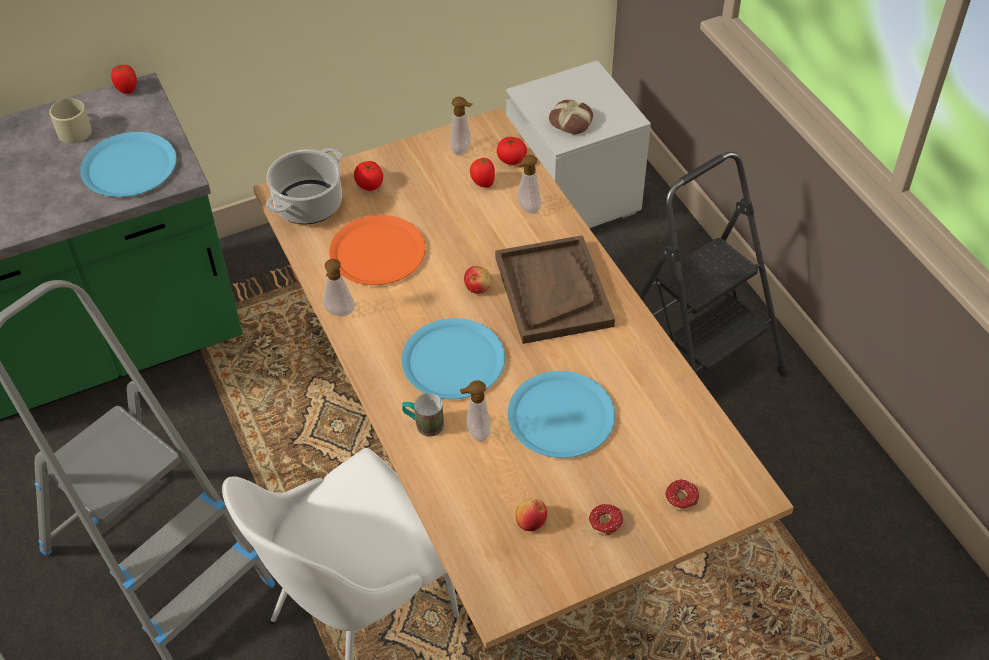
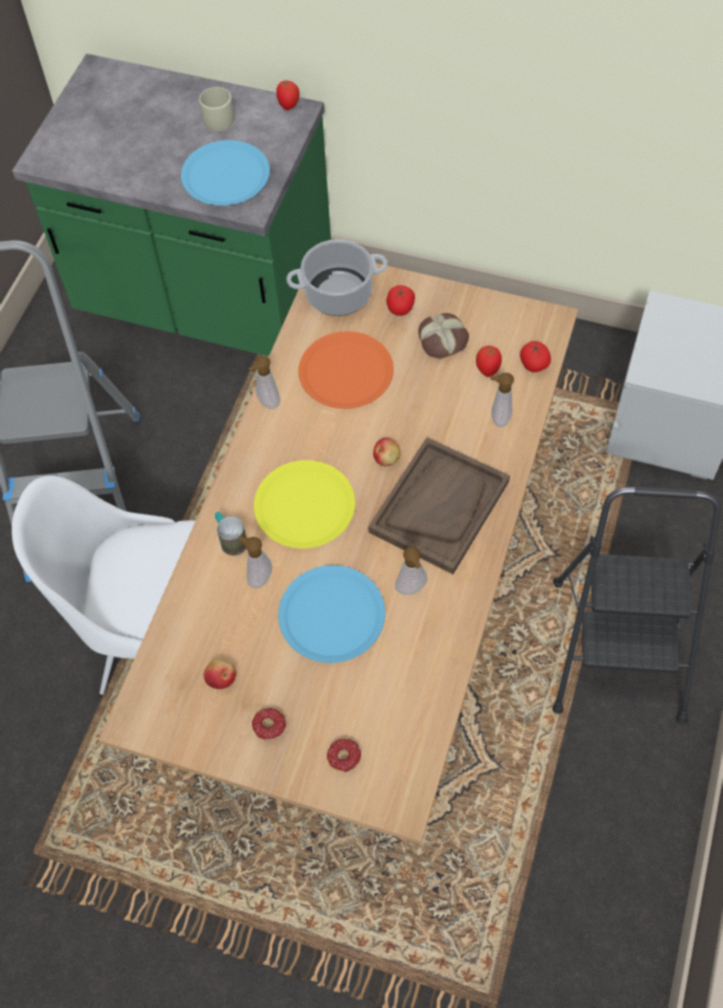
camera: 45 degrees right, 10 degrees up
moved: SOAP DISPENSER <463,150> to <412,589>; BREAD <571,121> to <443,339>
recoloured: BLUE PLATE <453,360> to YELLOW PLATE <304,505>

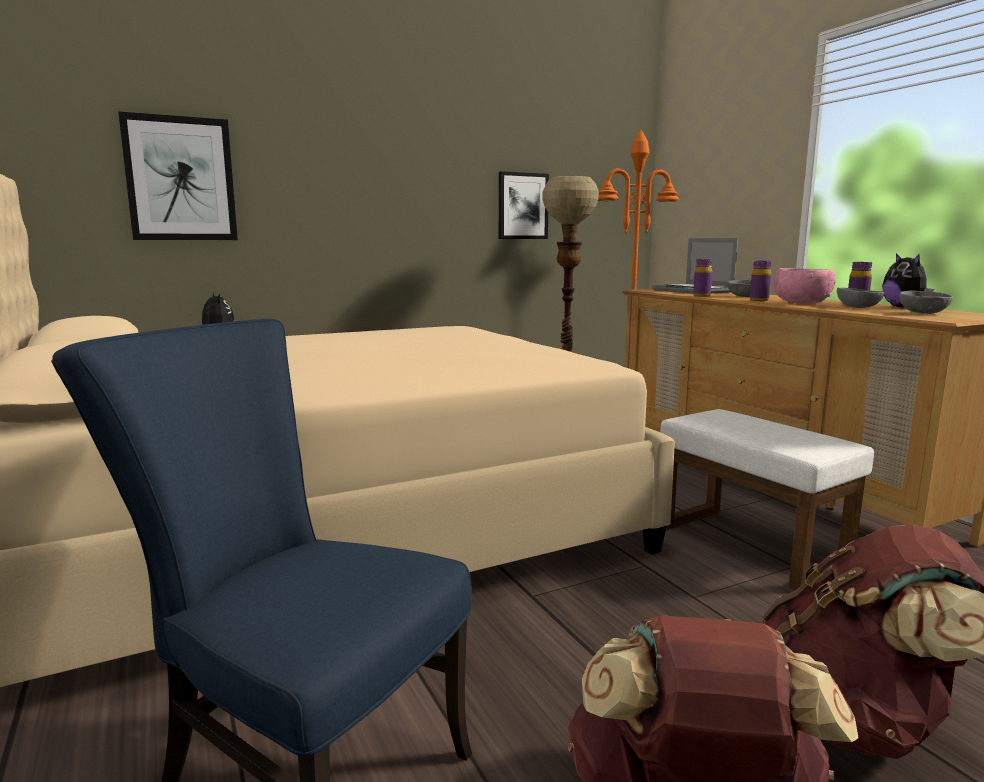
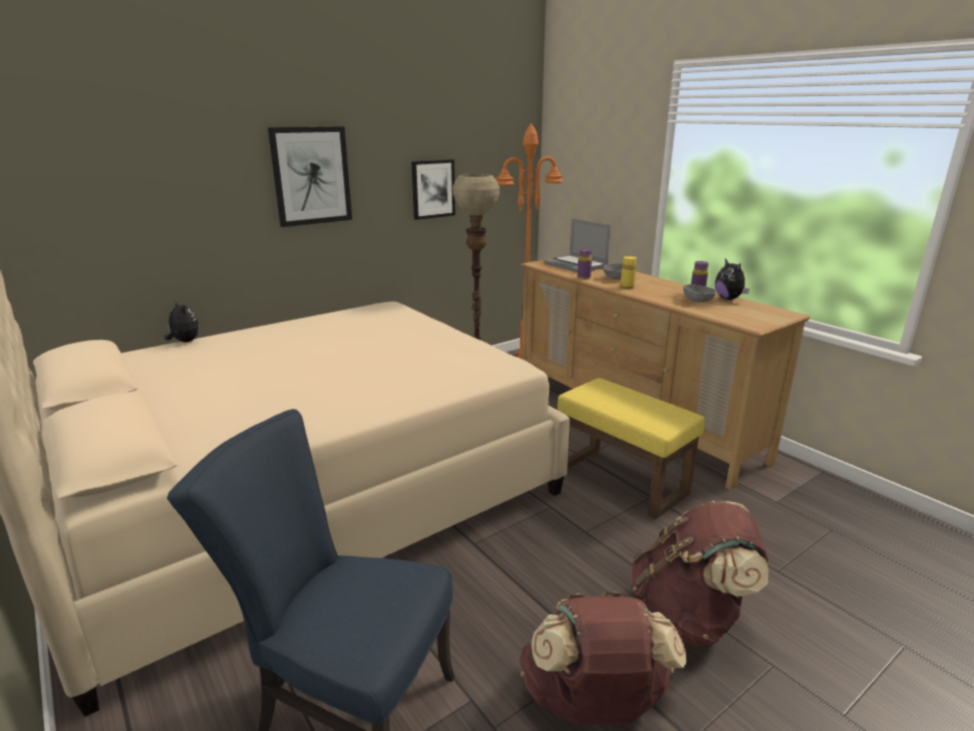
camera: 10 degrees left, 10 degrees up
removed: PINK BOWL <801,303>; GREY BOWL <924,313>
moved: PICTURE <180,179> to <311,176>
recoloured: WHITE OTTOMAN <746,545> to YELLOW OTTOMAN <619,480>; PURPLE BOTTLE <759,300> to YELLOW BOTTLE <627,287>

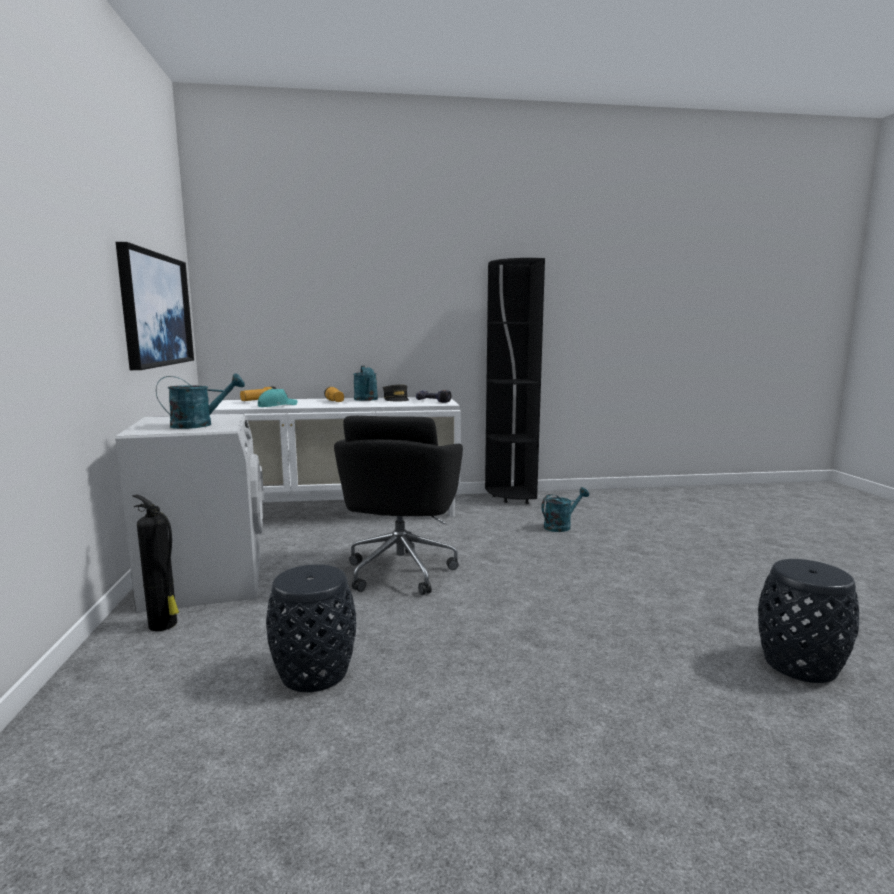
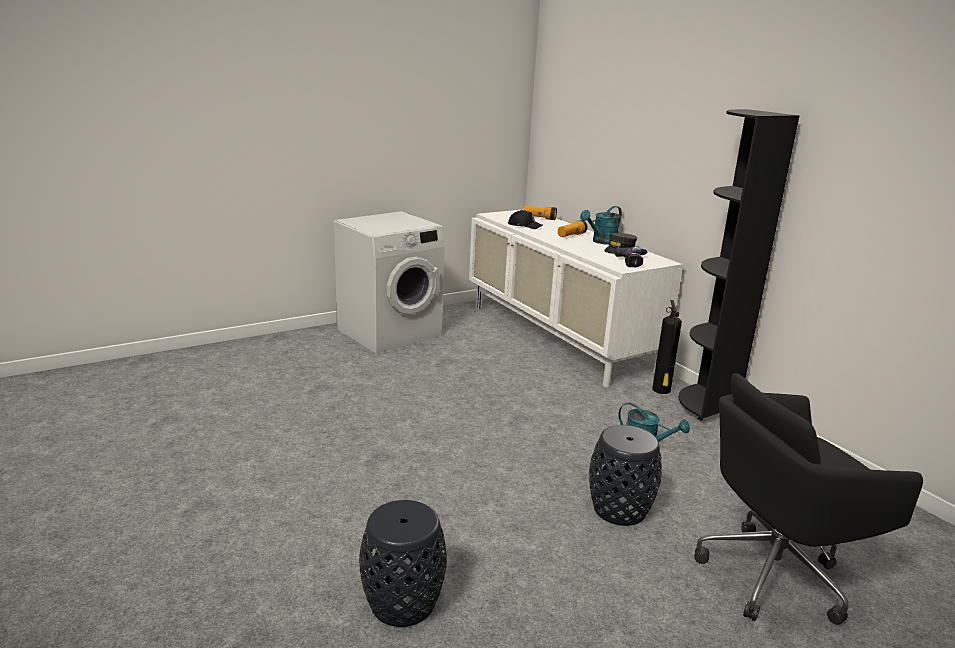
camera: 65 degrees right, 10 degrees up
removed: PICTURE <155,310>; TURQUOISE WATERING CAN <199,425>
moved: FIRE EXTINGUISHER <164,625> to <661,390>; BLACK STOOL <314,673> to <619,510>; BLACK OFFICE CHAIR <401,570> to <777,575>
recoloured: TURQUOISE CAP <277,405> to BLACK CAP <524,225>

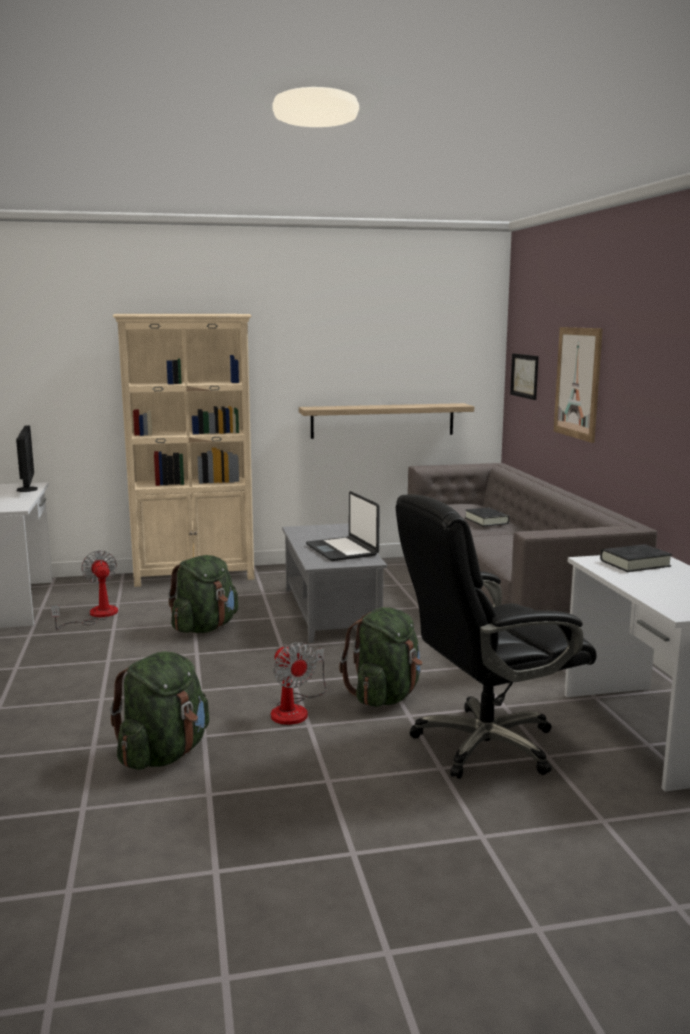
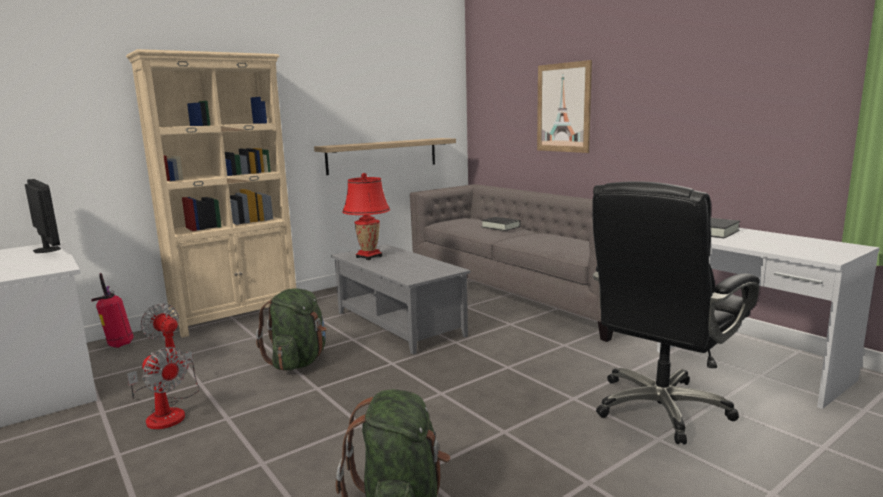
camera: 25 degrees left, 0 degrees up
removed: LAPTOP <342,550>; GREEN BACKPACK <385,696>; PICTURE <524,376>
added: FIRE EXTINGUISHER <119,345>; RED TABLE LAMP <369,257>
moved: FAN <295,709> to <171,412>

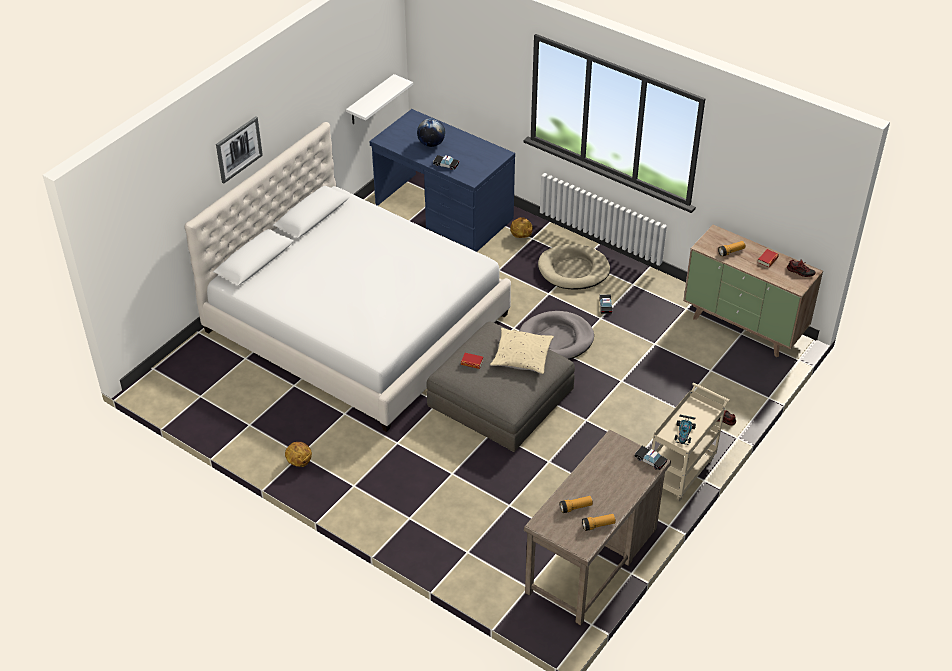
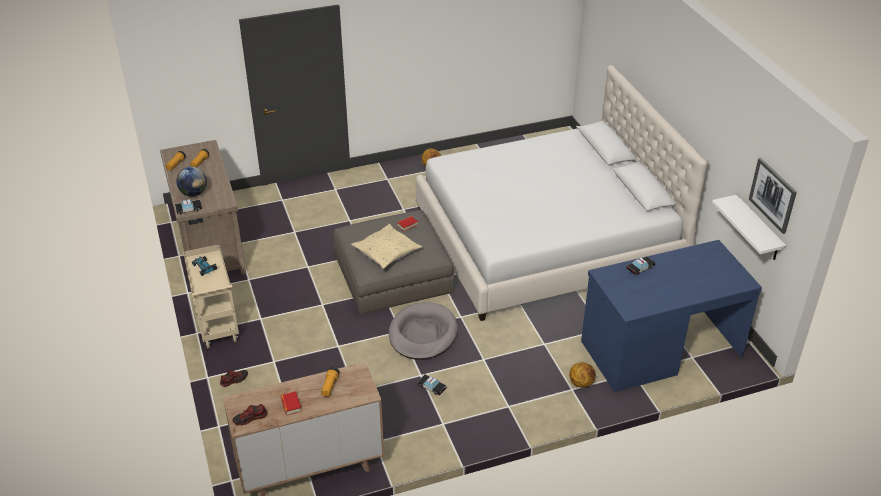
camera: 125 degrees right, 5 degrees down
removed: BEIGE DOG BED <573,270>
moved: PICTURE <238,149> to <773,195>; GLOBE <431,144> to <194,193>

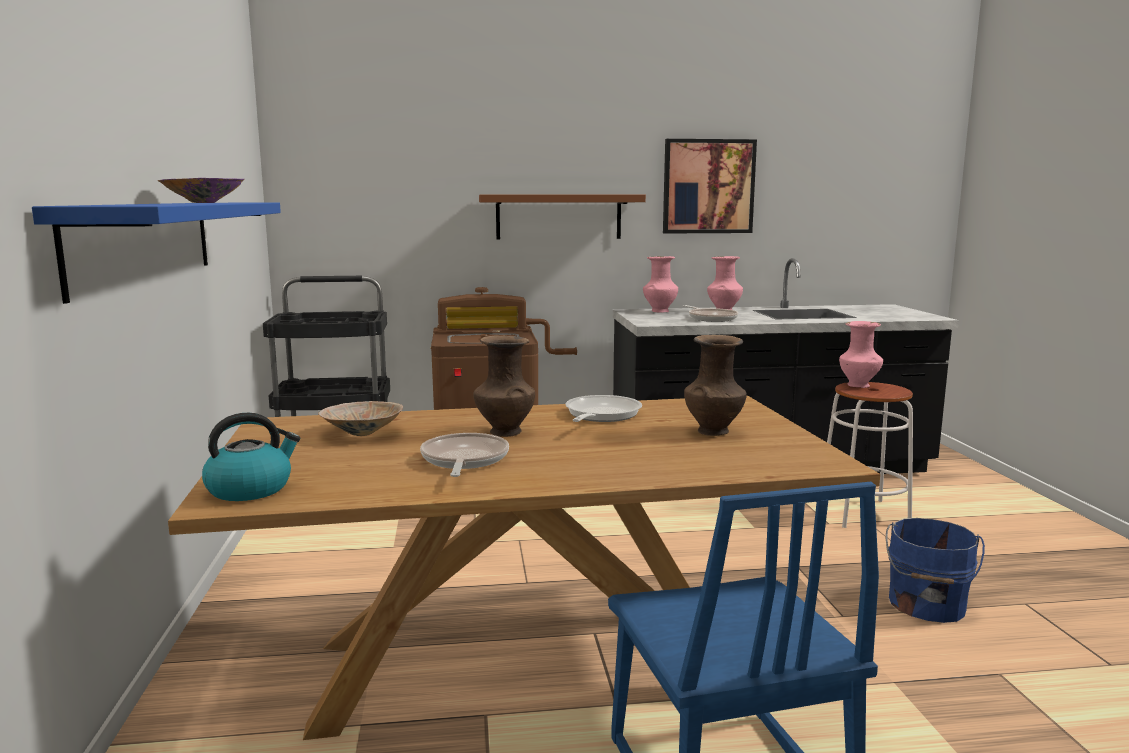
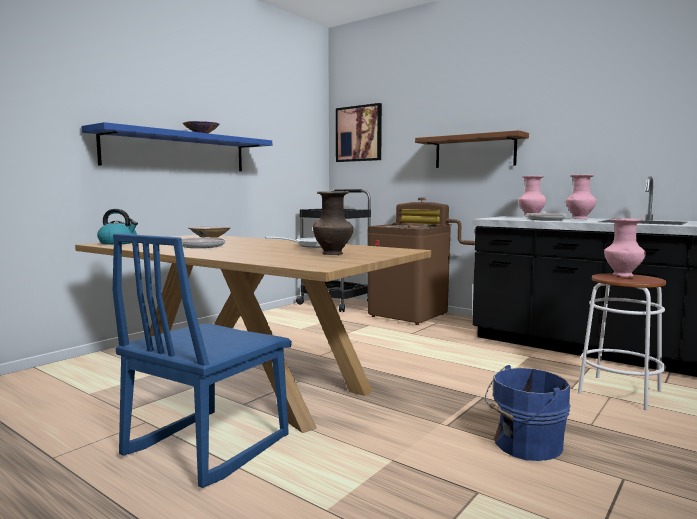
camera: 45 degrees right, 5 degrees down
removed: BROWN VASE <504,432>
moved: PICTURE <708,186> to <359,133>

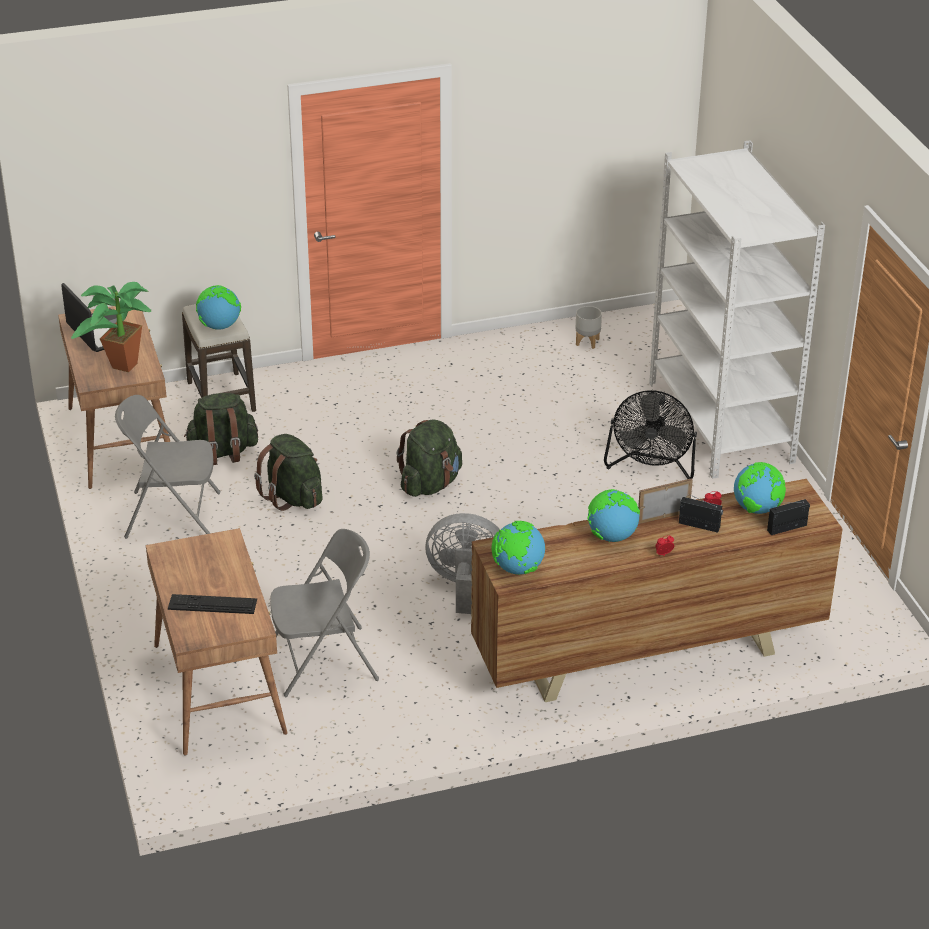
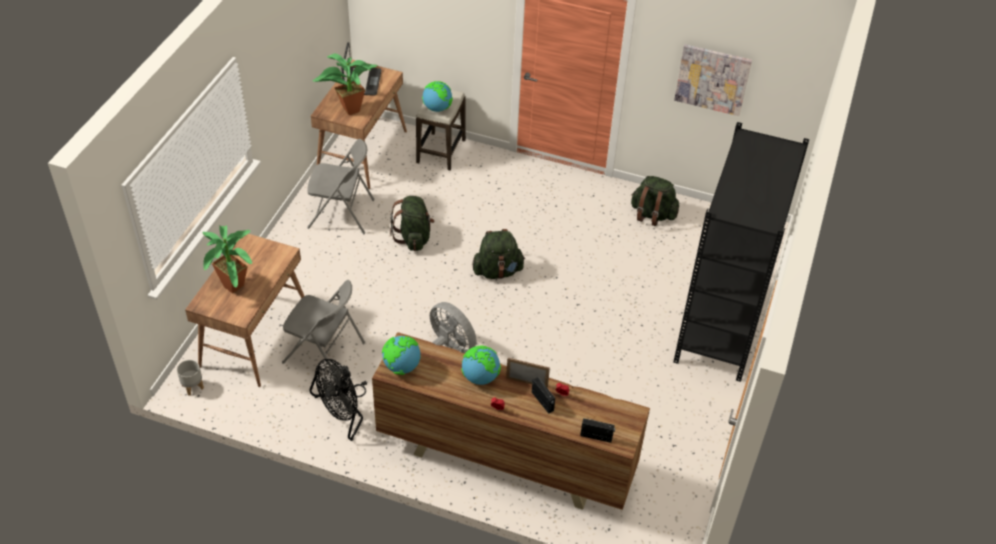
camera: 35 degrees right, 10 degrees up
removed: GLOBE <757,509>
added: PICTURE <712,79>
moved: GREEN BACKPACK <223,452> to <652,215>; GREY PLANTER <587,342> to <192,387>; BLACK FAN <648,464> to <343,410>
replaced: KEYBOARD <212,604> to POTTED PLANT <234,289>
recoloured: WHITE BOOKCASE <720,422> to BLACK BOOKCASE <720,325>
turned: GREY CHAIR <173,514> = <341,214> 150 degrees clockwise

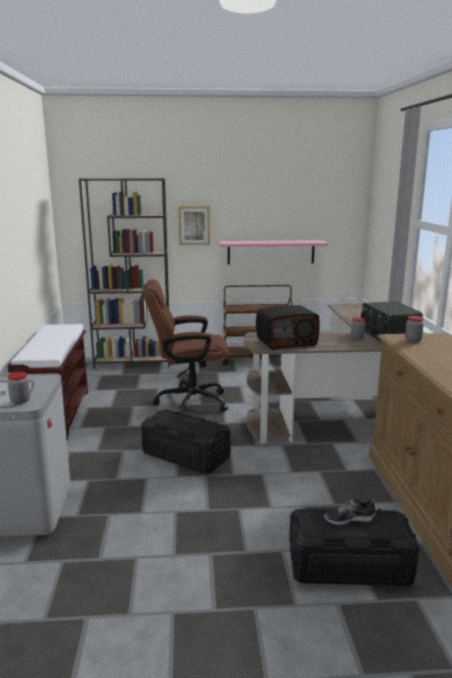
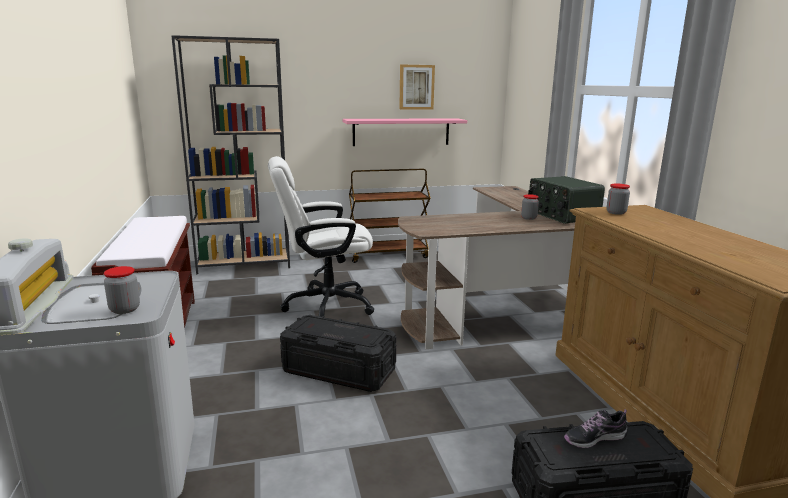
camera: 10 degrees left, 0 degrees up
removed: RADIO <286,342>
moved: PICTURE <194,225> to <416,87>
recoloured: BROWN OFFICE CHAIR <188,403> to WHITE OFFICE CHAIR <323,307>

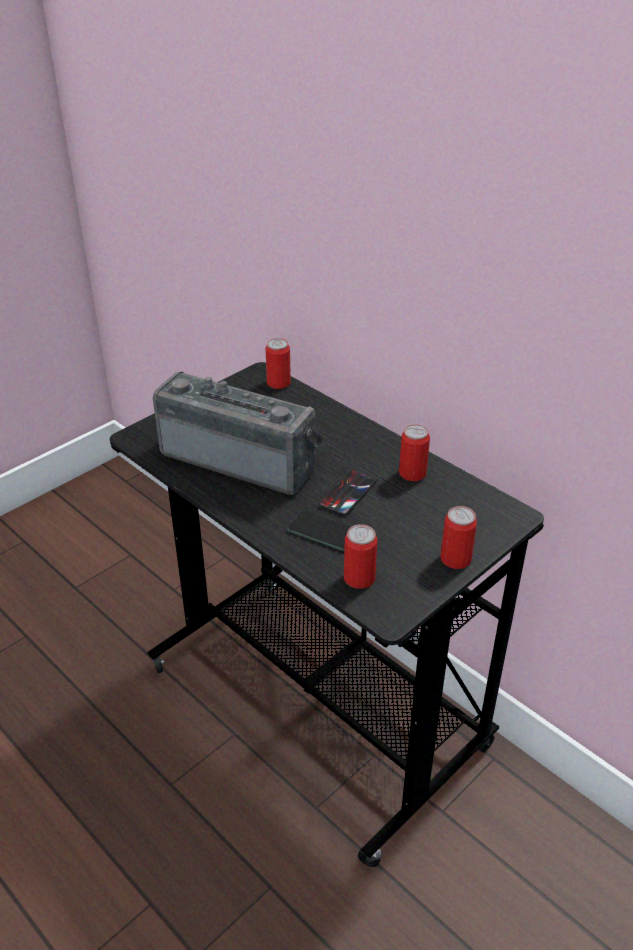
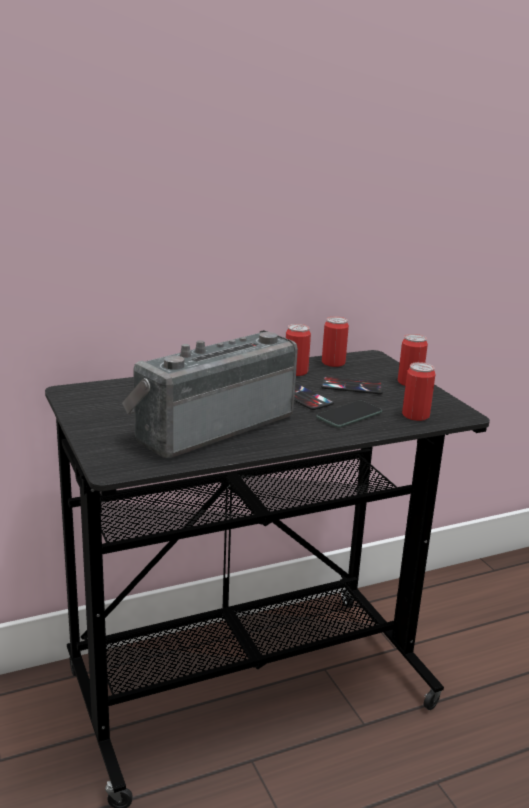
camera: 70 degrees left, 15 degrees down
added: PHONE <352,386>
moved: CAN <278,383> to <333,363>

